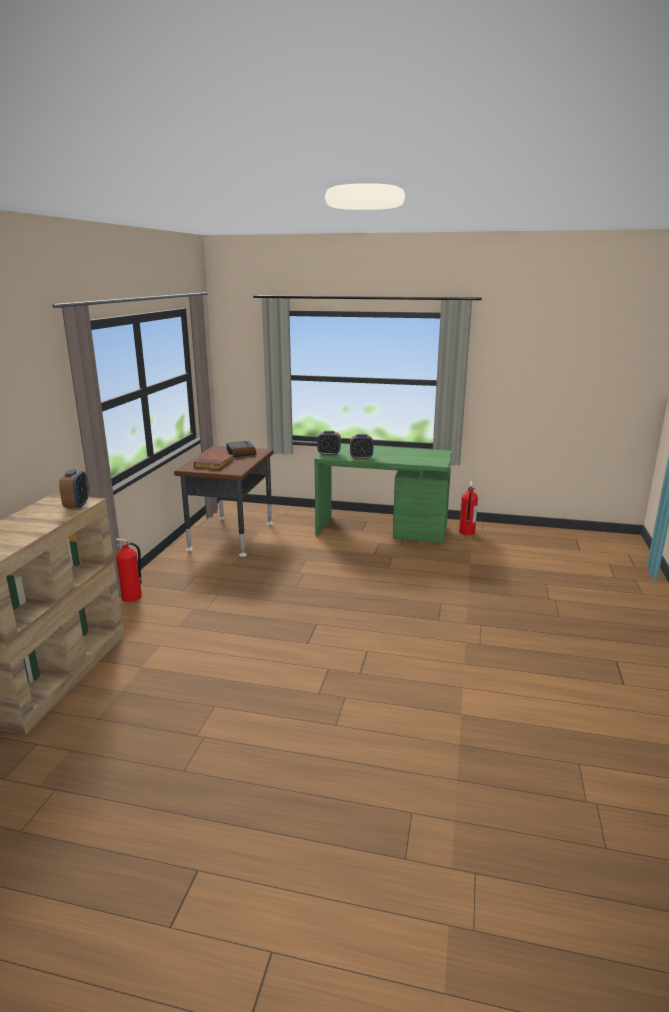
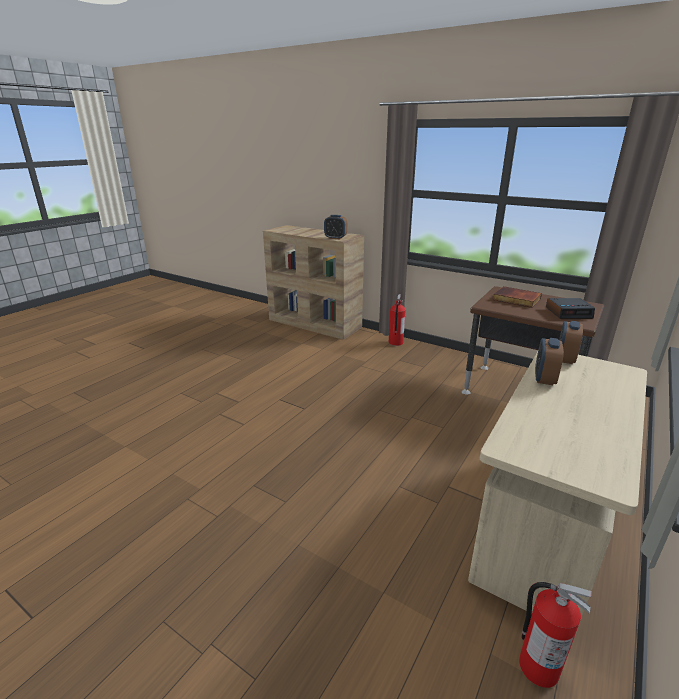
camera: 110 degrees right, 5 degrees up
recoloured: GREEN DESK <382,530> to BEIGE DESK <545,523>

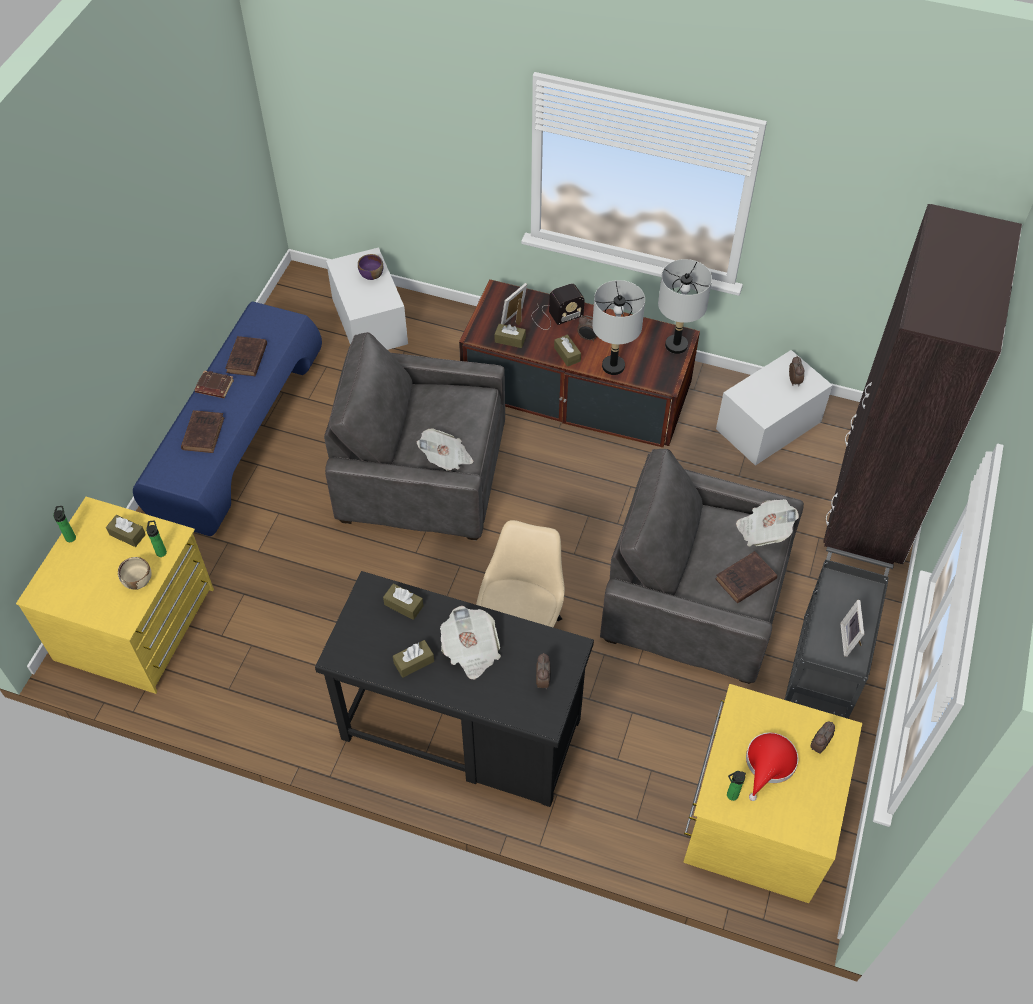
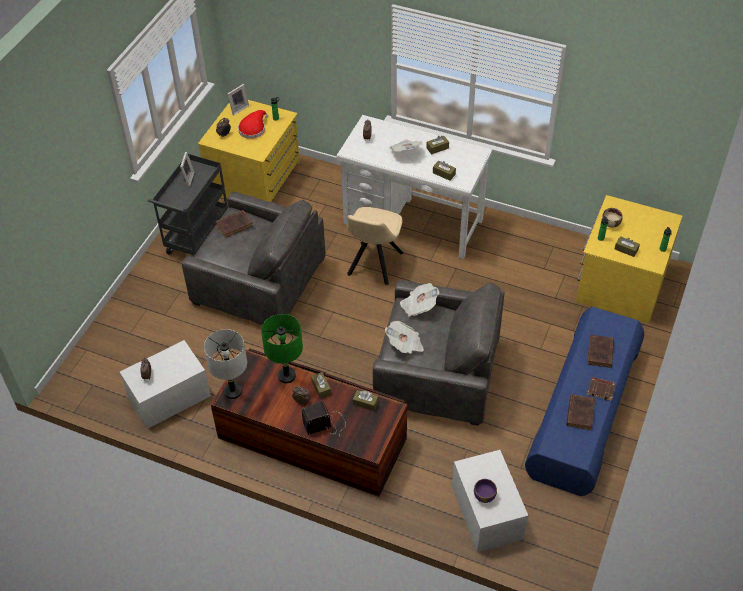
camera: 175 degrees left, 5 degrees down
removed: BROWN WARDROBE <872,500>
moved: PICTURE FRAME <516,319> to <238,108>; NEWSPAPER <763,531> to <405,344>
recoloured: BLACK DESK <460,730> to WHITE DESK <413,221>; GREY TABLE LAMP <613,366> to GREEN TABLE LAMP <286,376>

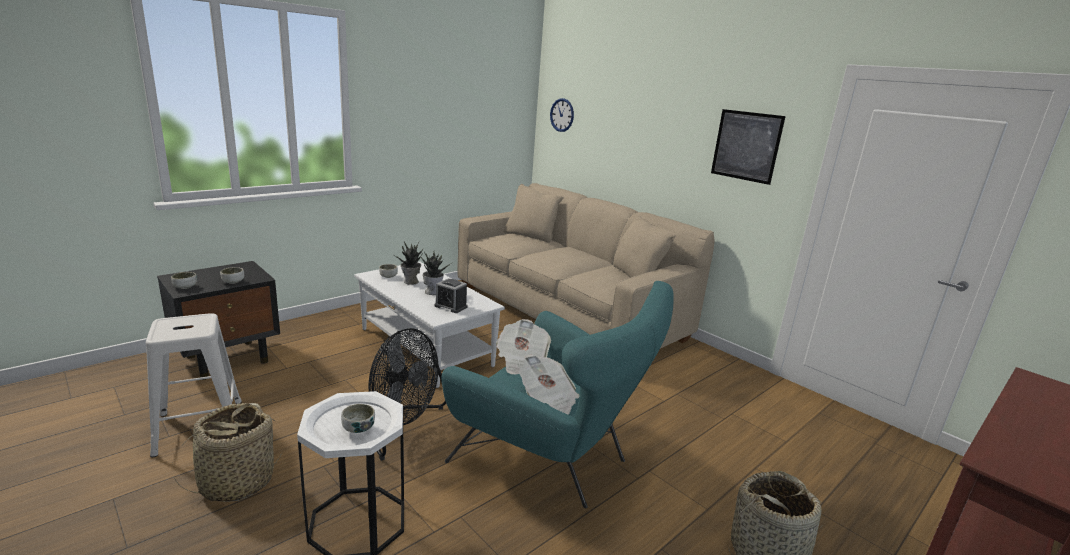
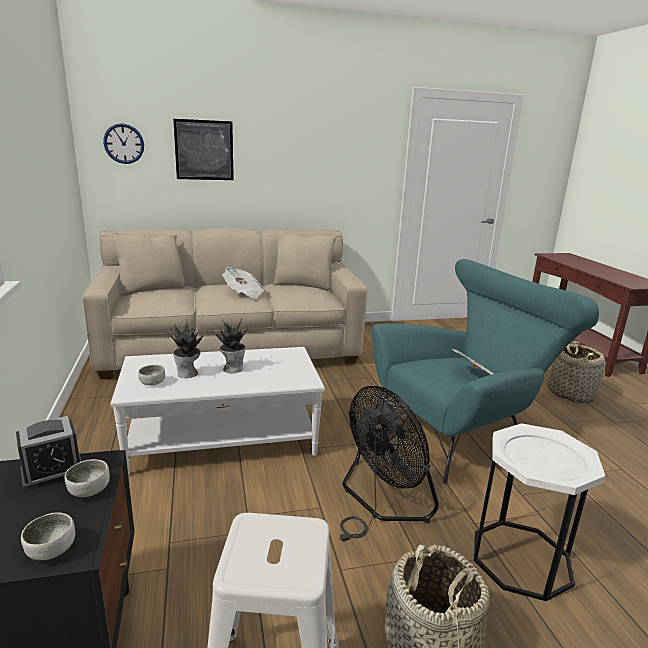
camera: 60 degrees left, 0 degrees up
removed: BOWL <358,428>
moved: ALARM CLOCK <451,306> to <52,471>; NEWSPAPER <521,361> to <243,293>; PICTURE <746,146> to <204,150>

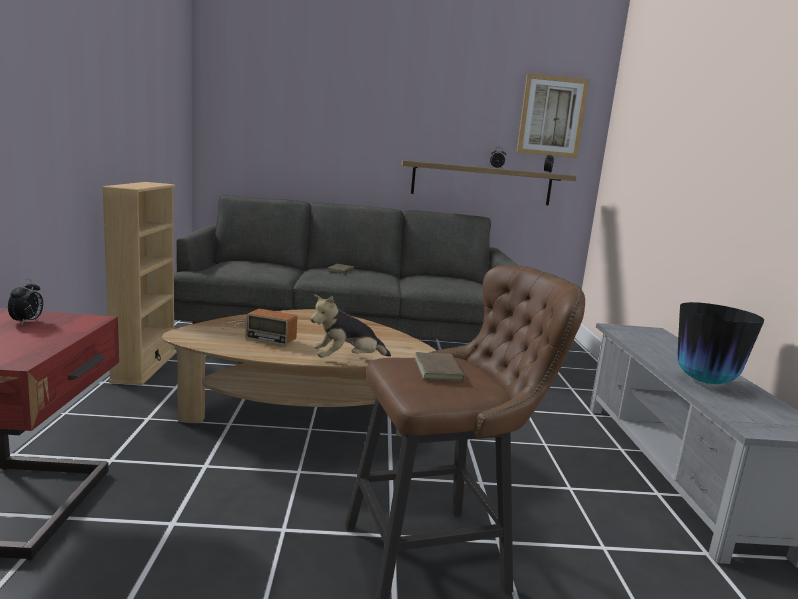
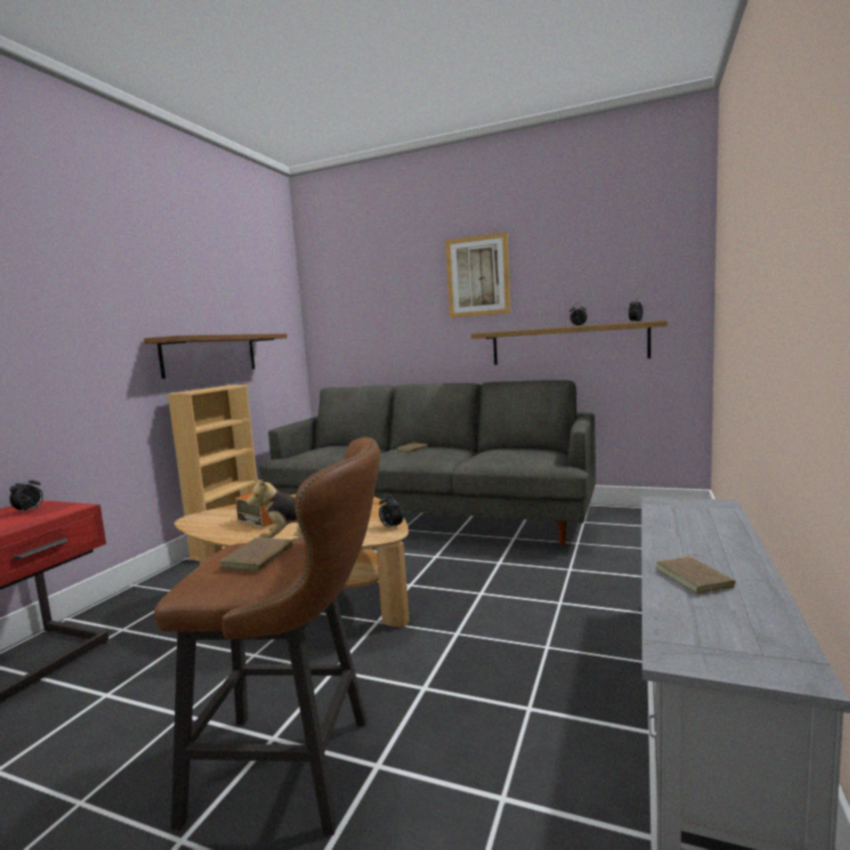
camera: 25 degrees right, 5 degrees down
added: SHELF <210,355>; ALARM CLOCK <391,527>
moved: PICTURE <552,116> to <478,276>
replaced: VASE <705,381> to BROWN BOOK <695,578>

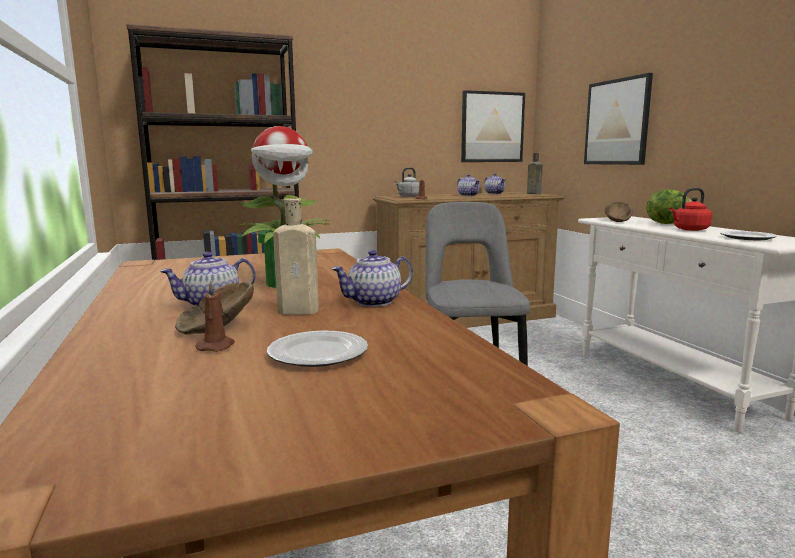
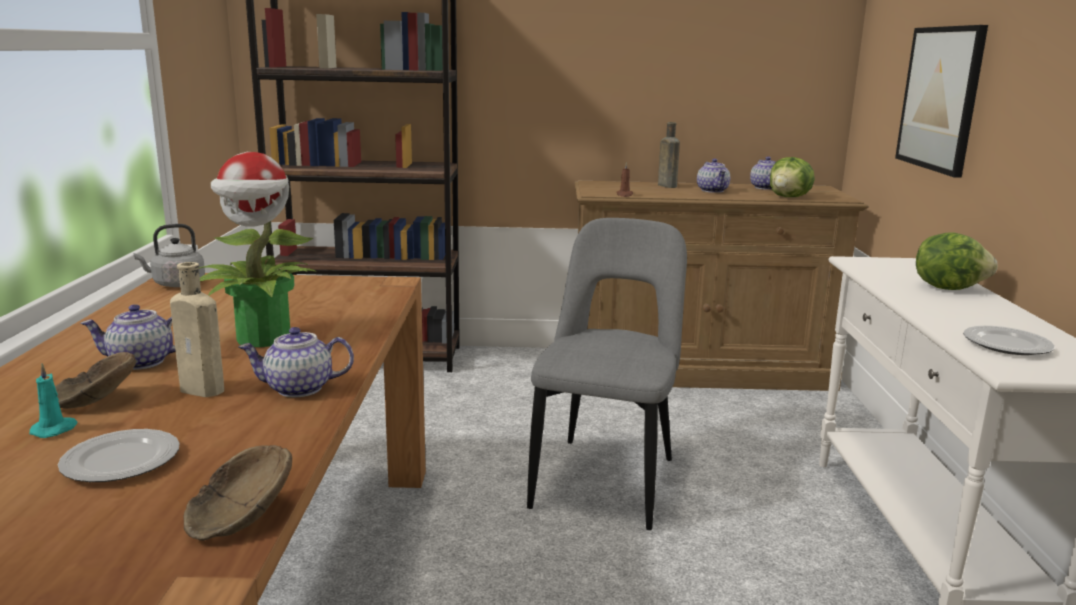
camera: 20 degrees right, 5 degrees up
removed: PICTURE <492,127>; RED KETTLE <689,229>
added: LETTUCE <789,197>
moved: GREY KETTLE <408,196> to <176,284>; BROWN BOTTLE <532,193> to <666,185>; BROWN BOWL <617,221> to <237,518>
recoloured: BROWN CANDLE <216,346> to TURQUOISE CANDLE <55,429>

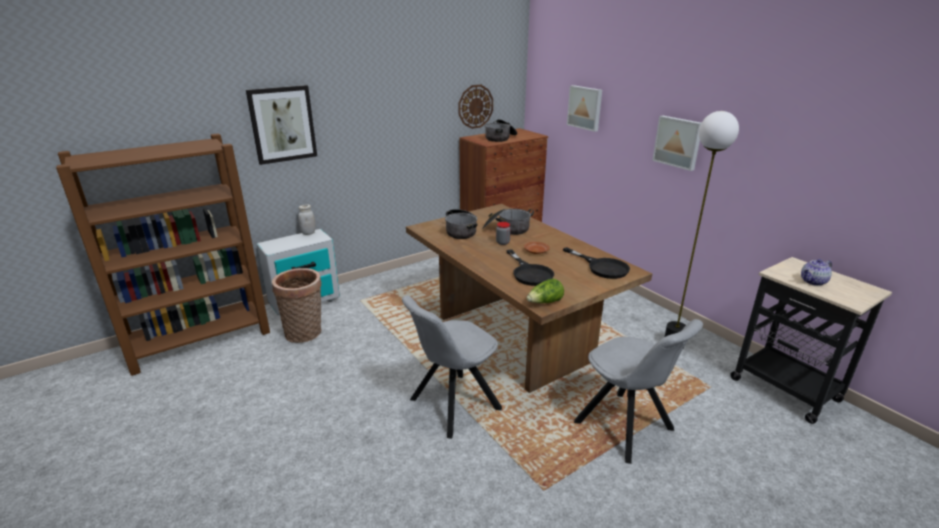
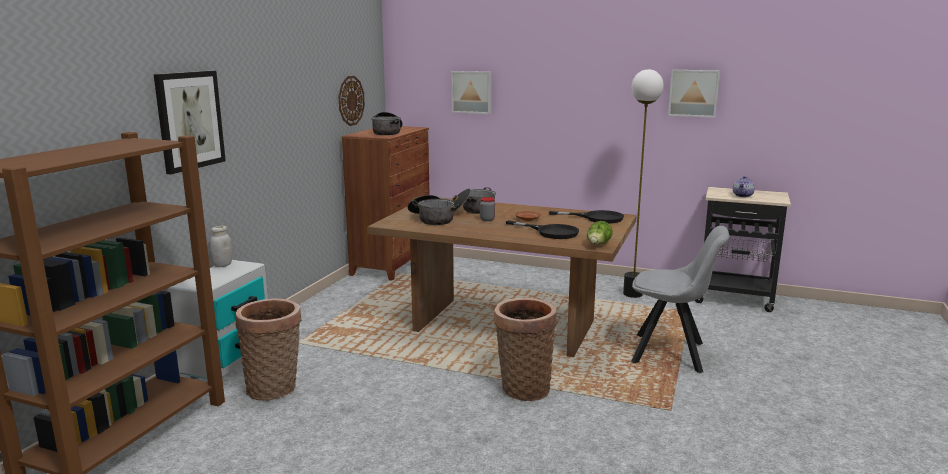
camera: 35 degrees left, 10 degrees down
moved: PICTURE <678,142> to <693,93>
replaced: GREY CHAIR <453,405> to BASKET <523,387>

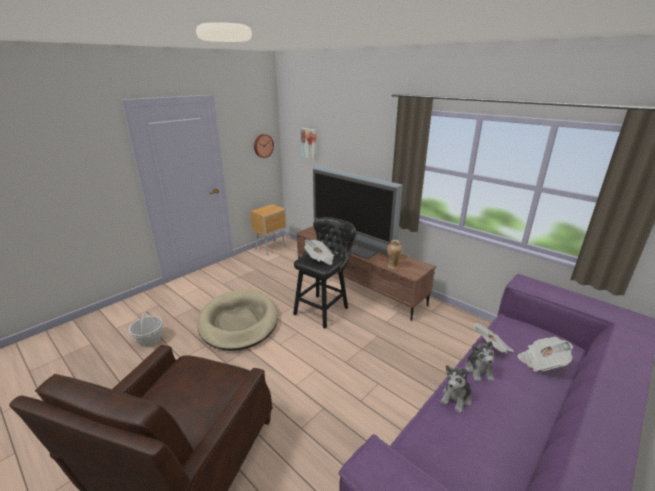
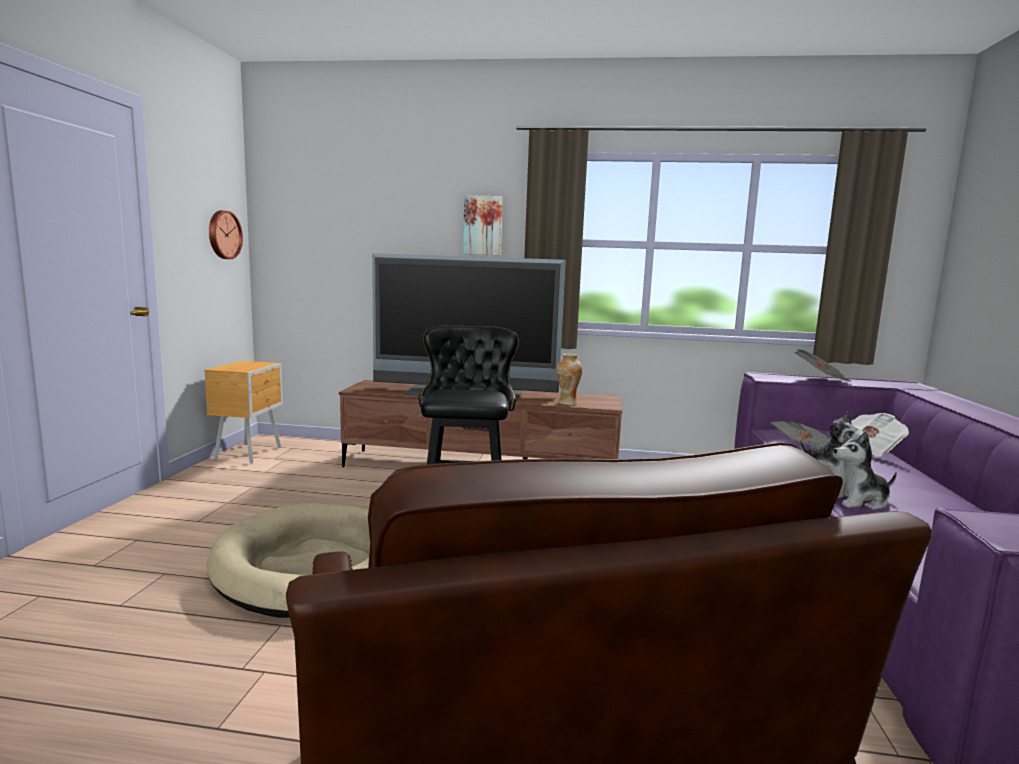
camera: 35 degrees left, 15 degrees down
removed: BASKET <149,339>
moved: PICTURE <309,143> to <483,225>; NEWSPAPER <319,259> to <821,380>
turned: PLUSH TOY <456,398> = <859,501> 75 degrees clockwise

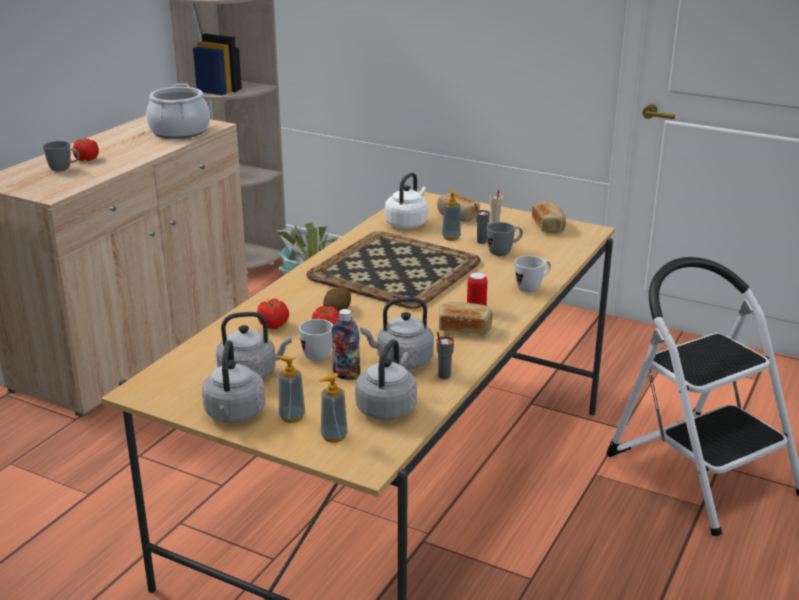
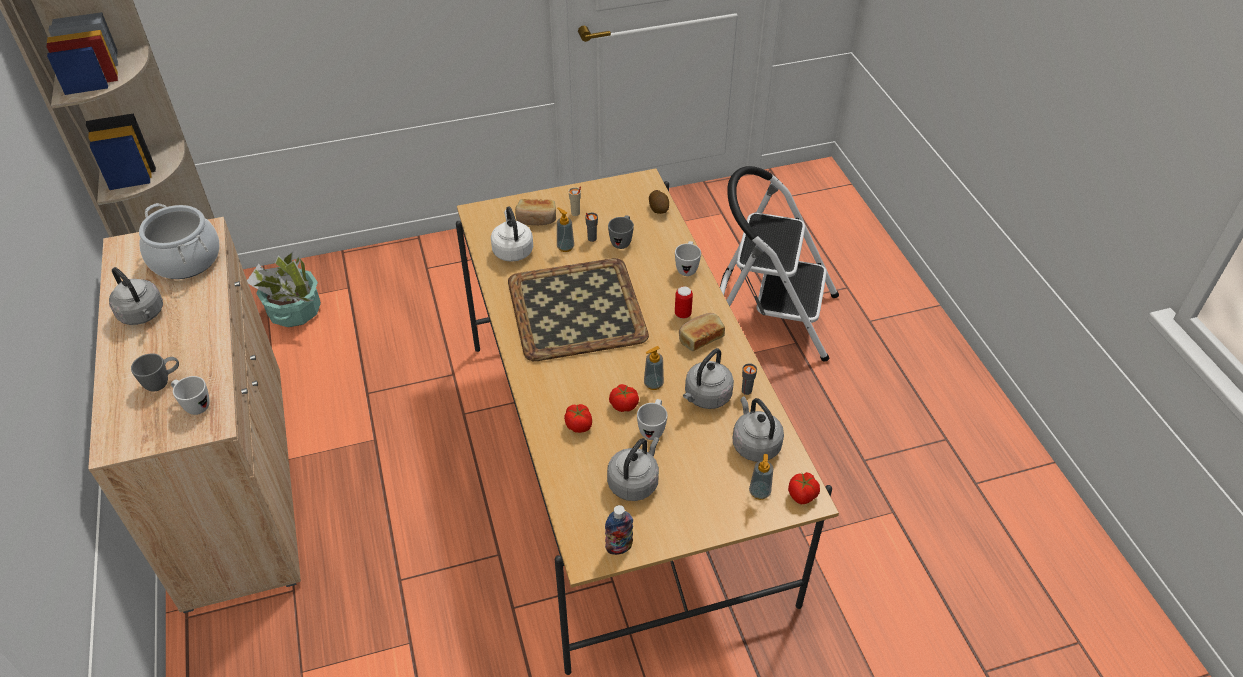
camera: 45 degrees left, 20 degrees up
removed: BREAD <549,226>
added: WHITE MUG <194,405>
moved: TOMATO <87,159> to <802,495>; GREY KETTLE <234,414> to <143,315>; SOAP DISPENSER <292,417> to <653,384>; POTATO <337,311> to <659,209>; BOTTLE <346,375> to <619,547>

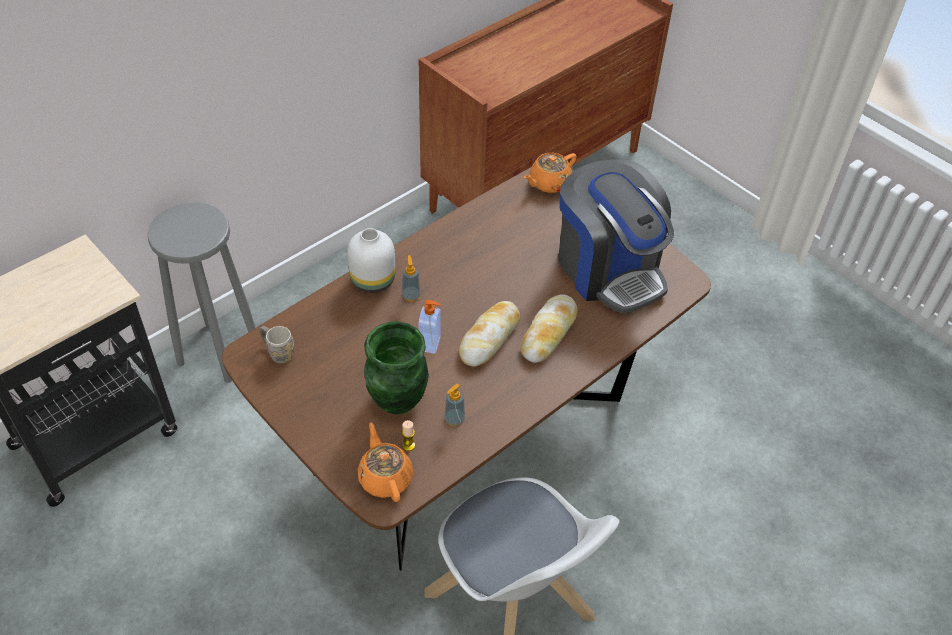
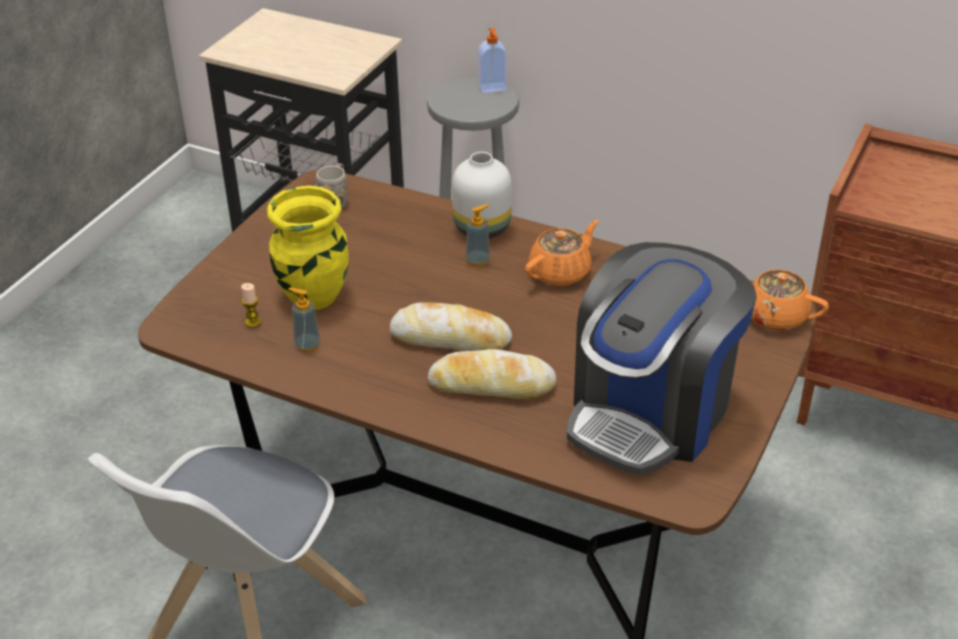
camera: 70 degrees right, 10 degrees down
moved: ORANGE TEAPOT <385,477> to <561,272>; SOAP DISPENSER <430,343> to <492,88>
recoloured: GREEN VASE <397,401> to YELLOW VASE <313,297>

